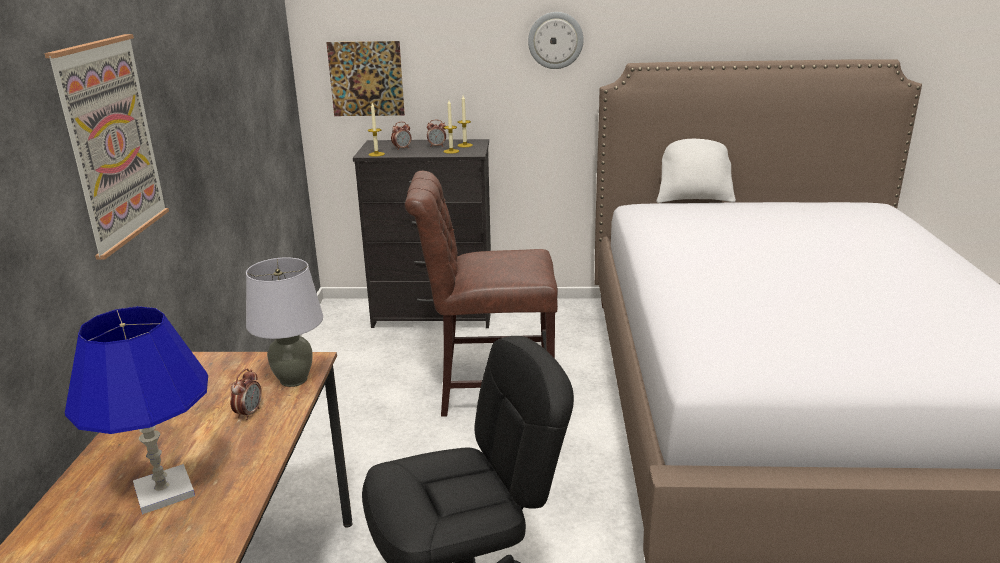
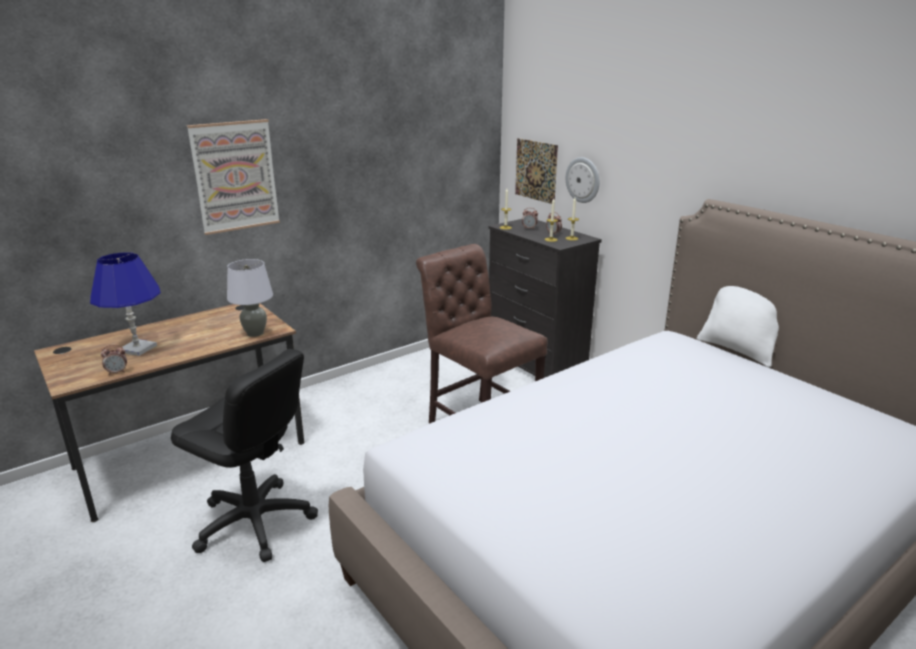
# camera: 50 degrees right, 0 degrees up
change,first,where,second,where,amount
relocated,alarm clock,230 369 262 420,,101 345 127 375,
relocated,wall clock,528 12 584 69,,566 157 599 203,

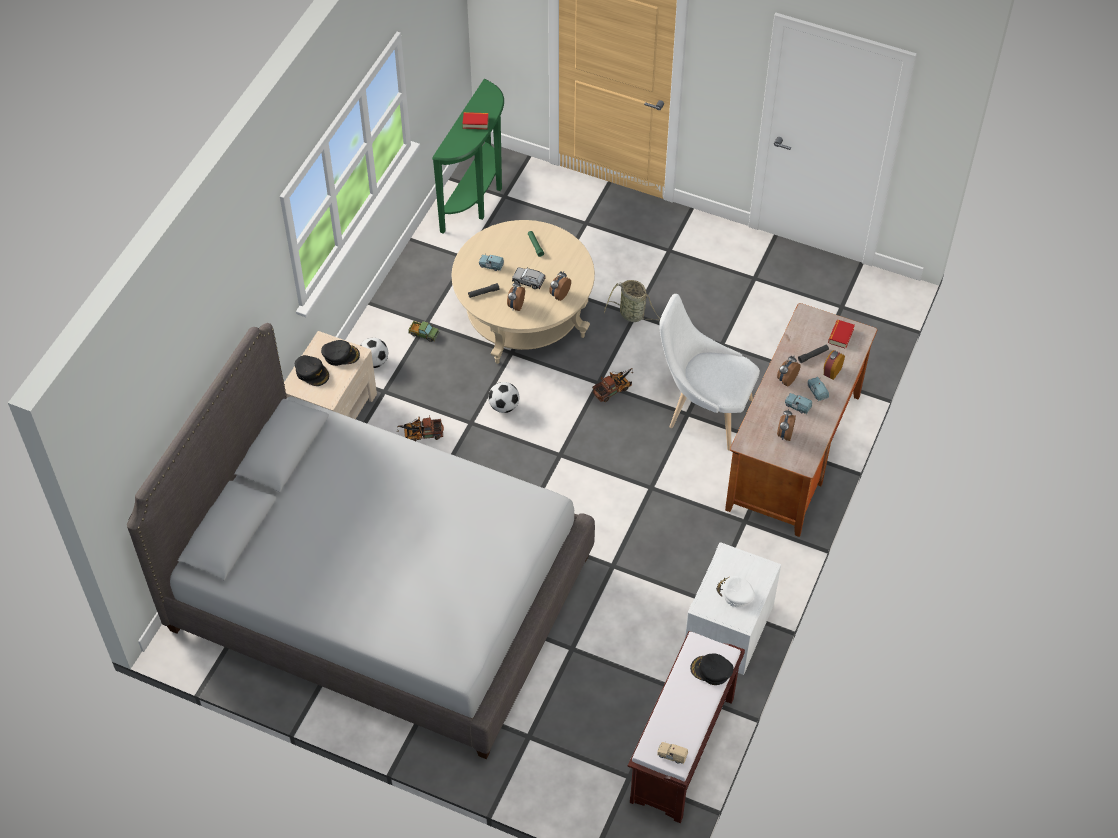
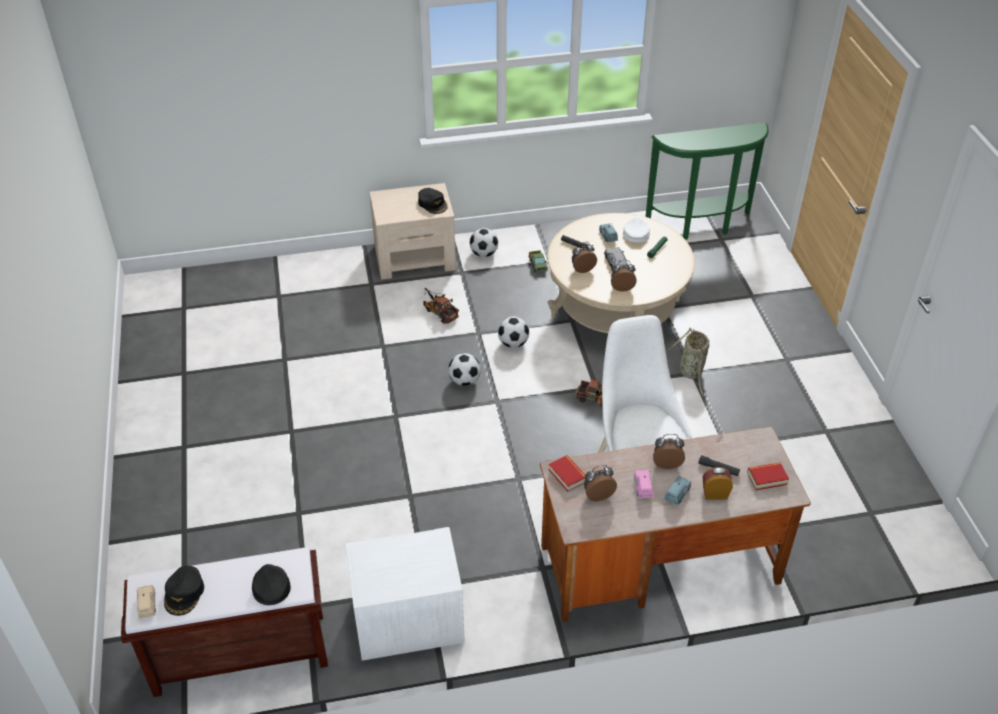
# camera: 55 degrees right, 10 degrees down
change,first,where,second,where,amount
relocated,cap/black,295 355 329 386,,164 566 204 616,
appeared,,,football,448 353 481 386,
relocated,book,463 112 489 129,,549 455 585 492,
relocated,cap/white,716 576 755 607,,623 216 650 243,
colour,toy car/blue,785 393 812 414,toy car/pink,634 470 654 498,
missing,bed/grey,127 323 595 759,,,

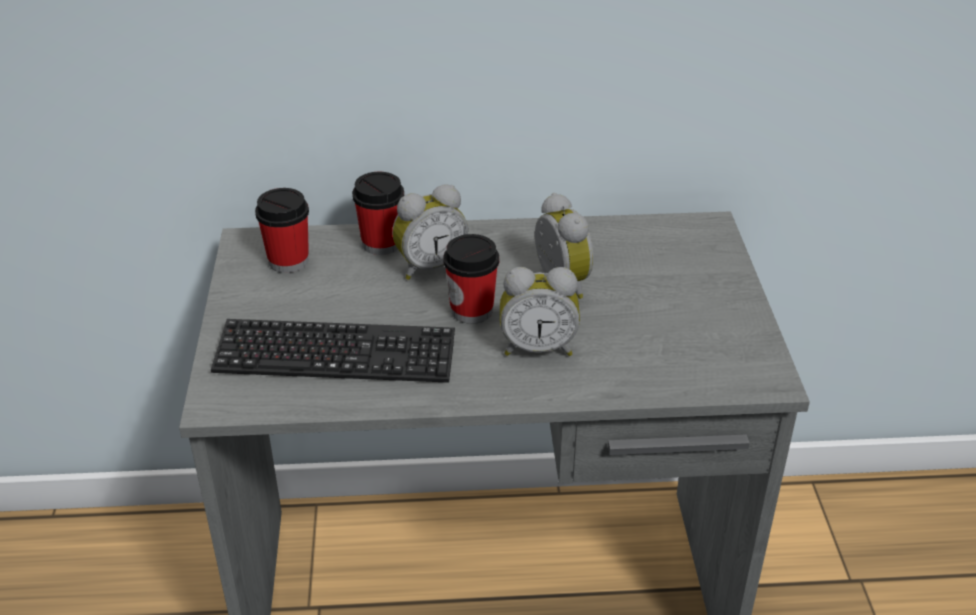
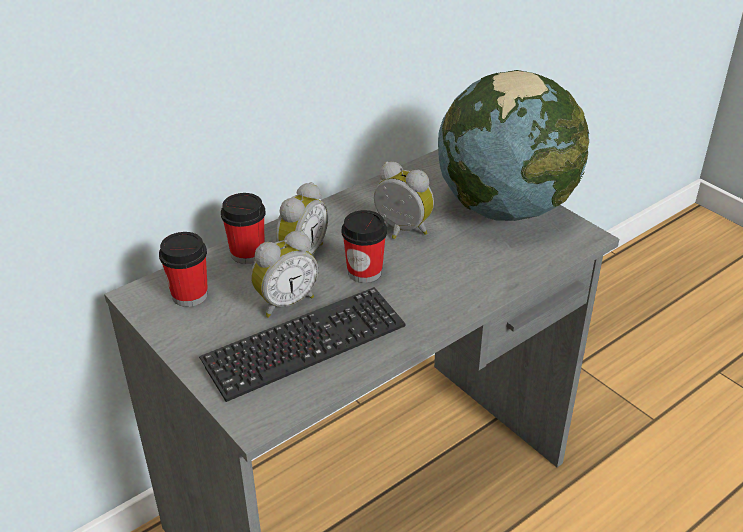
# camera: 35 degrees left, 0 degrees up
change,first,where,second,where,amount
relocated,alarm clock,500 267 580 356,,251 231 318 317,
appeared,,,globe,438 70 589 221,

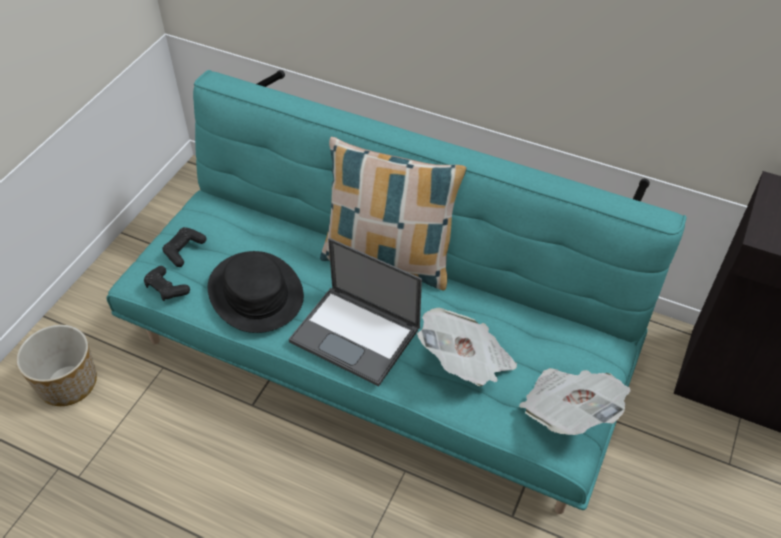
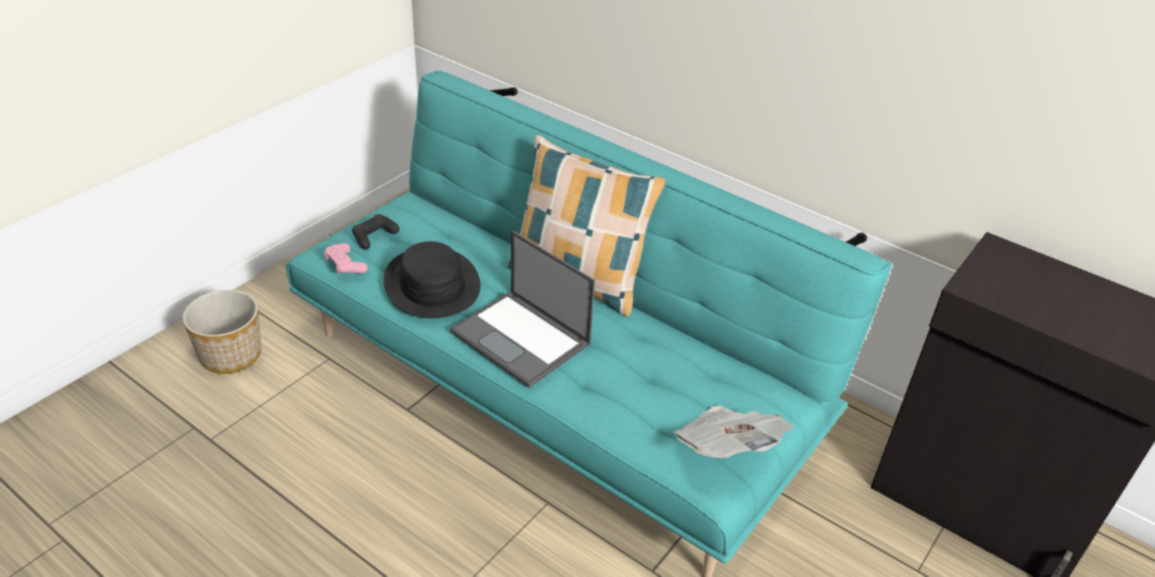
# camera: 10 degrees right, 10 degrees down
change,first,where,second,where,amount
colour,game controller/black,144 266 190 301,game controller/pink,324 243 368 274,
missing,newspaper,417 308 517 386,,,

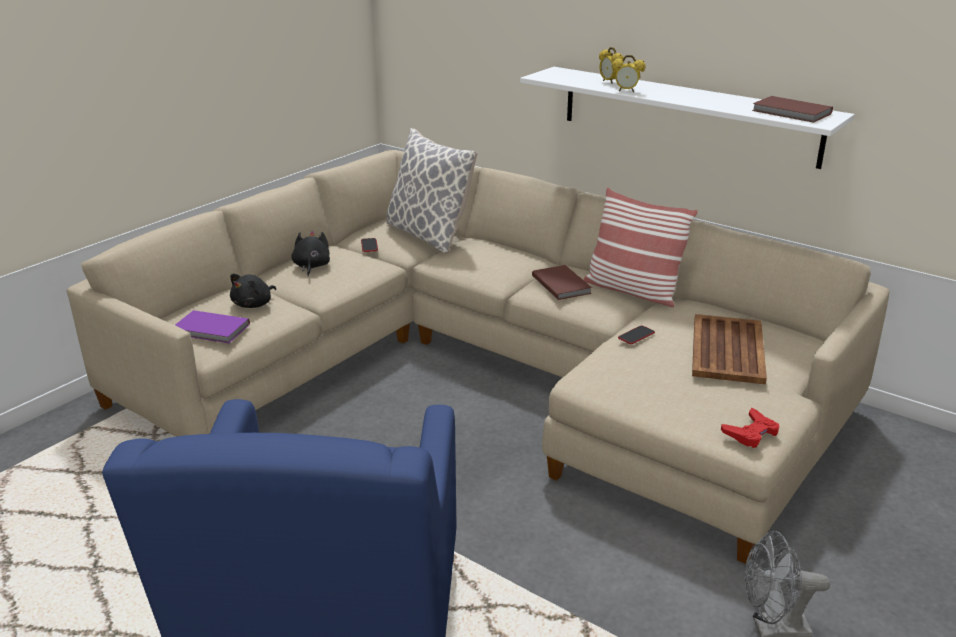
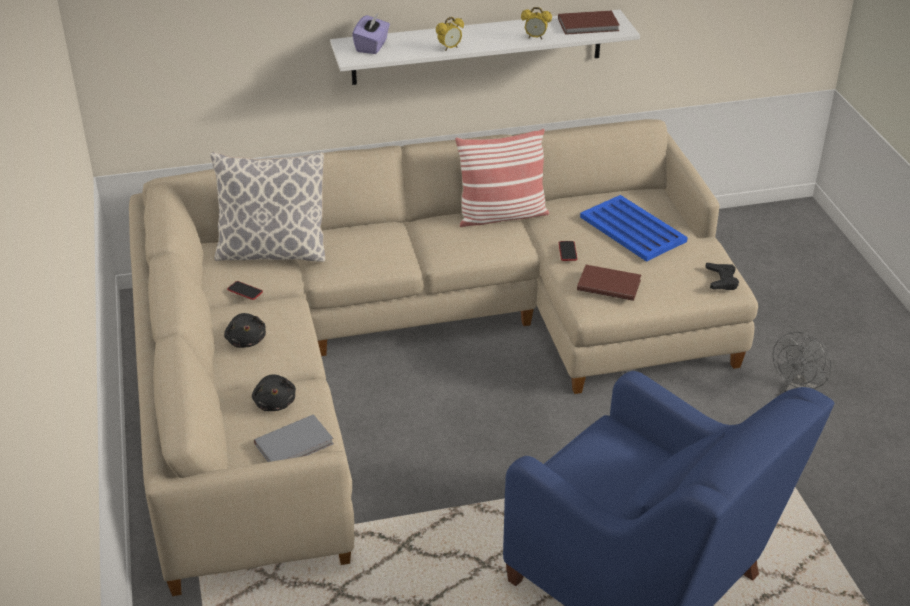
# camera: 50 degrees left, 10 degrees up
change,first,where,second,where,amount
spun,plush toy/black,291 231 330 276,,224 313 266 348,150 degrees counterclockwise
colour,book/purple,175 310 250 343,book/grey,254 414 334 462,
appeared,,,tissue box/purple,352 14 390 54,
relocated,alarm clock,599 47 624 84,,521 7 552 39,
relocated,book/brown,532 265 592 300,,577 265 641 301,
colour,tray/brown,692 314 767 385,tray/blue,580 195 688 262,
colour,game controller/red,721 408 780 448,game controller/black,705 263 739 290,

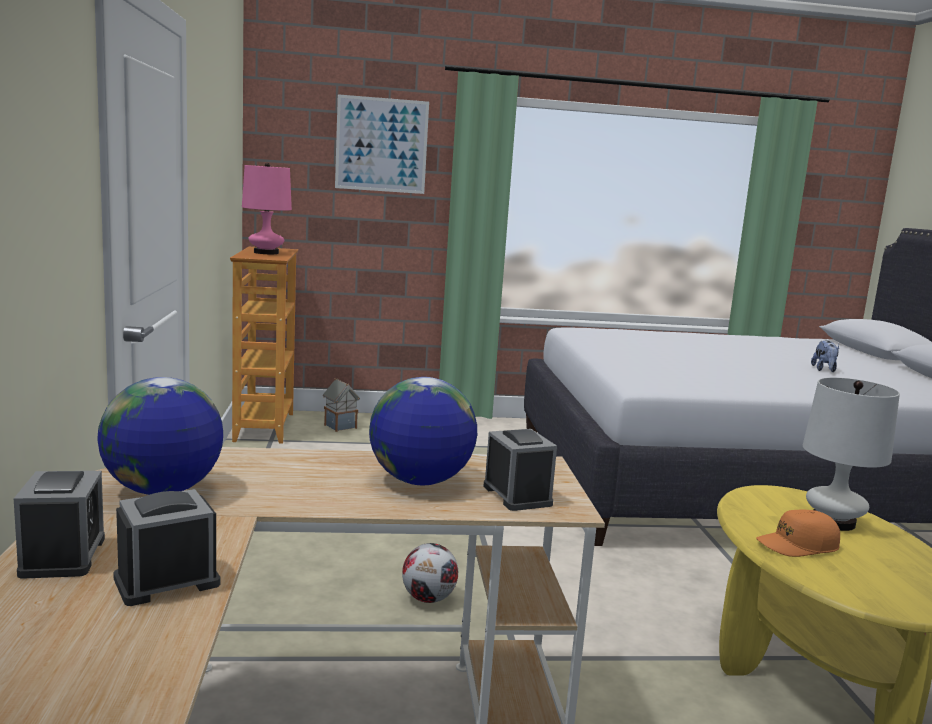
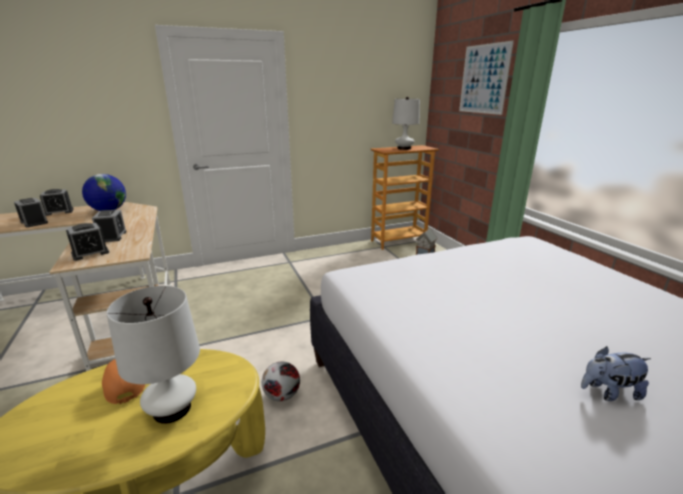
# camera: 75 degrees right, 10 degrees up
change,first,where,second,where,amount
exchanged,globe,369 377 477 485,alarm clock,92 210 126 242,
relocated,football,402 543 458 603,,262 361 300 401,
colour,table lamp/pink,242 163 292 254,table lamp/white,392 97 420 150,

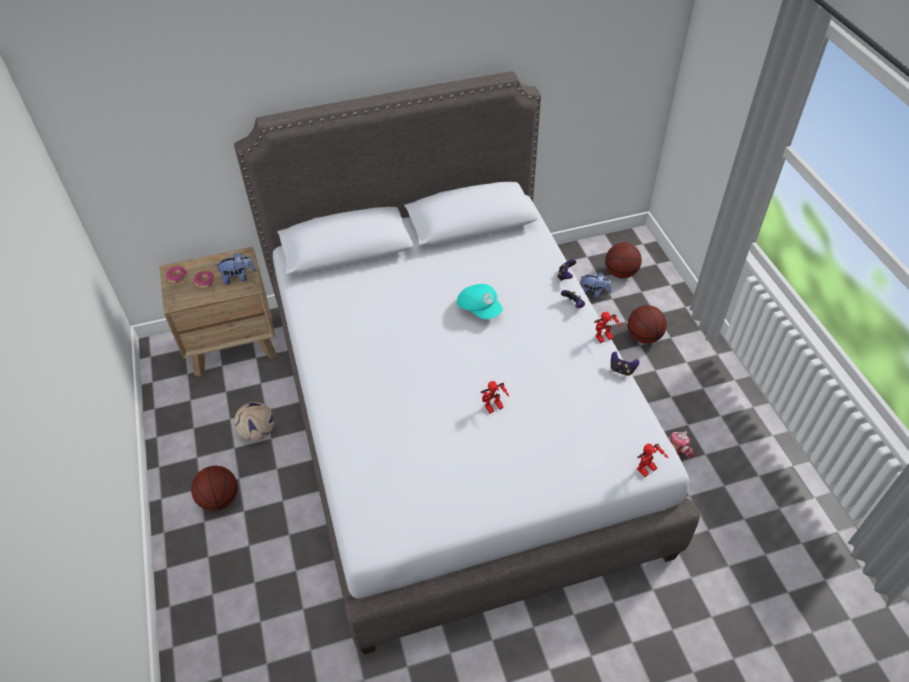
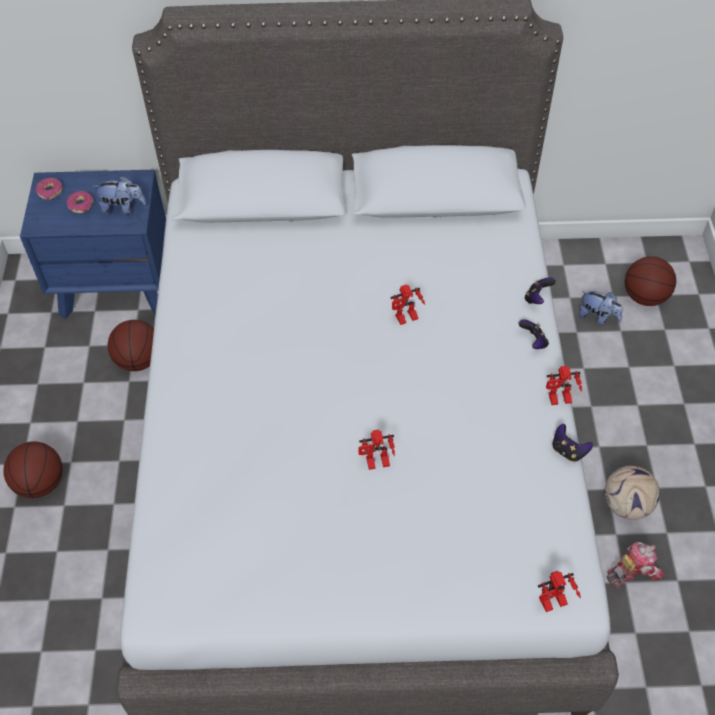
# camera: 15 degrees right, 5 degrees up
change,first,where,second,where,amount
colour,nightstand/brown,159 247 277 376,nightstand/blue,20 170 166 319,
relocated,basketball,627 305 667 344,,108 320 154 371,
exchanged,cap/turquoise,457 284 503 319,toy robot,390 285 425 325,
relocated,football,234 402 274 441,,605 466 660 520,

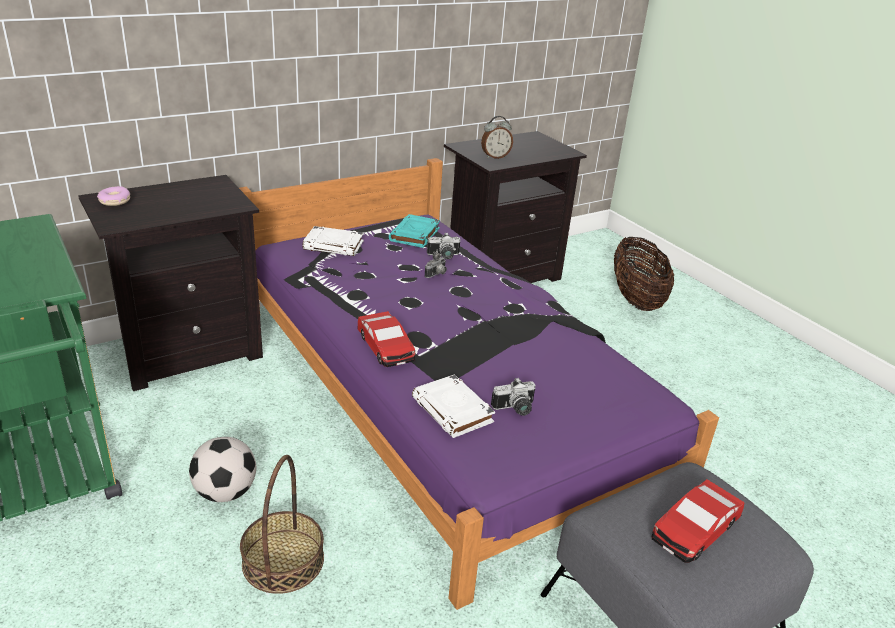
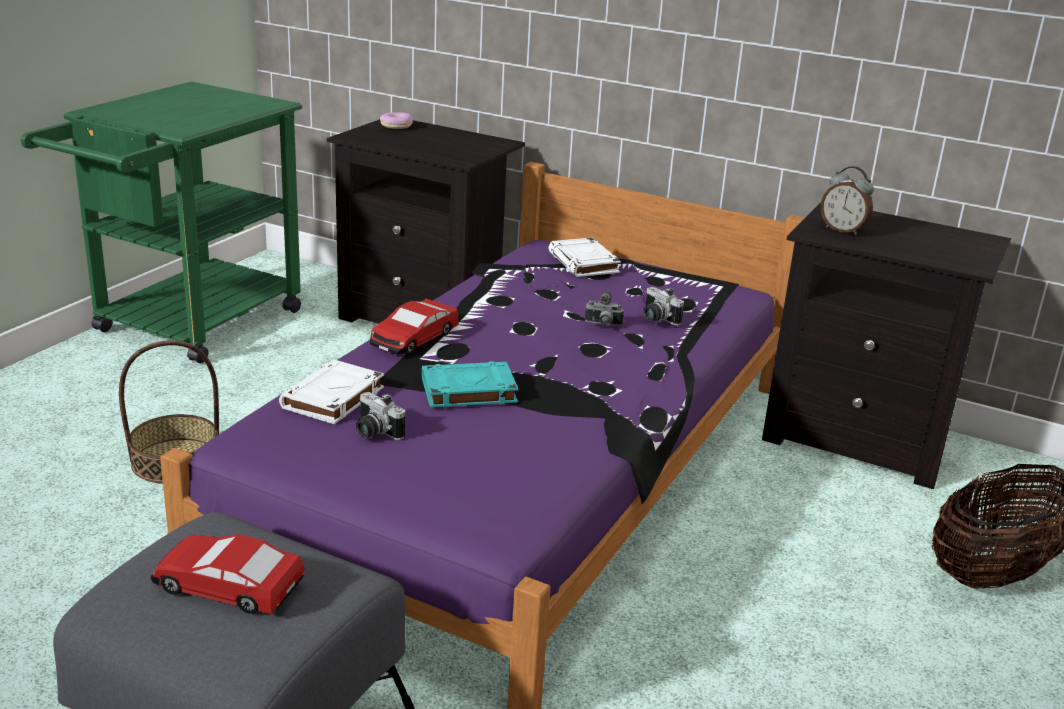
# camera: 60 degrees right, 5 degrees down
change,first,where,second,where,amount
relocated,book/turquoise,389 214 440 248,,422 361 518 408,
missing,football,189 437 256 502,,,

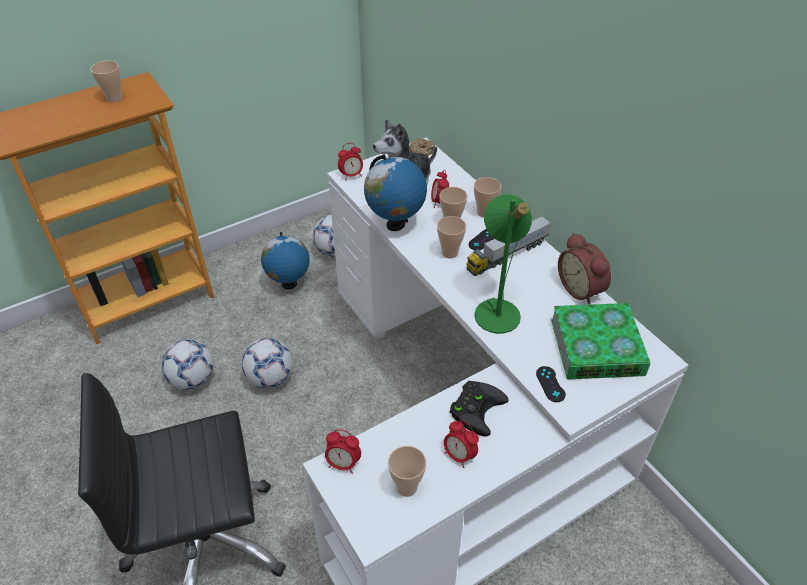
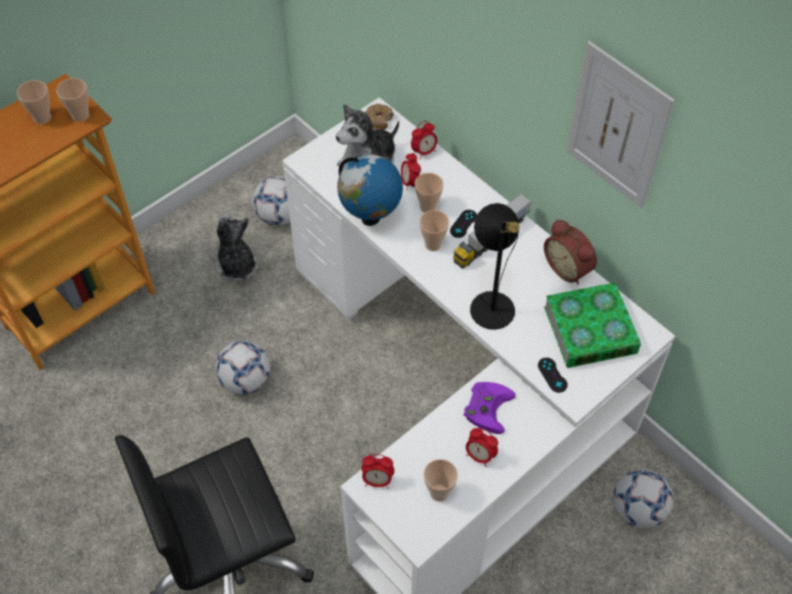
# camera: 10 degrees left, 10 degrees up
change,first,where,second,where,amount
relocated,cup,474 177 501 218,,56 78 89 122,
exchanged,globe,261 232 310 289,plush toy,215 213 258 282,
relocated,alarm clock,338 143 363 181,,411 121 437 159,
colour,game controller/black,450 381 509 437,game controller/purple,464 382 516 434,
colour,table lamp/green,474 194 532 334,table lamp/black,470 203 520 330,
appeared,,,picture,566 41 675 208,
relocated,football,161 339 214 390,,613 469 673 529,

